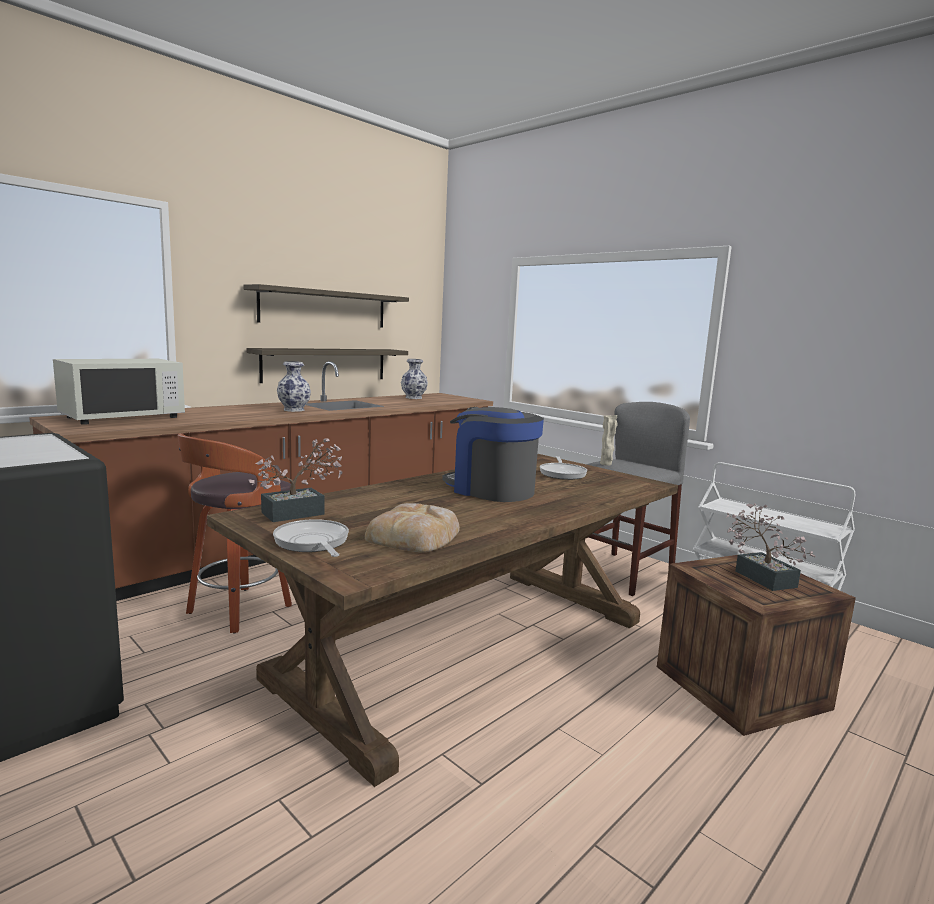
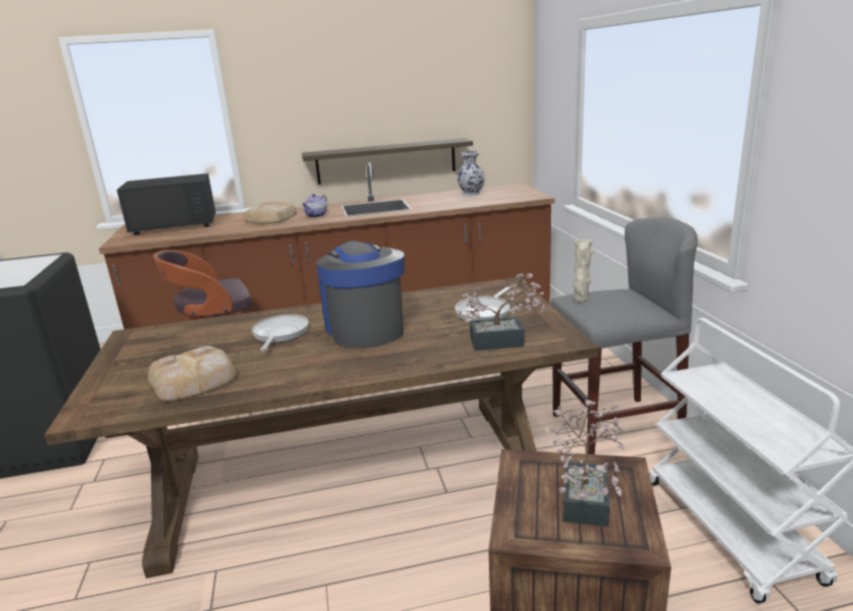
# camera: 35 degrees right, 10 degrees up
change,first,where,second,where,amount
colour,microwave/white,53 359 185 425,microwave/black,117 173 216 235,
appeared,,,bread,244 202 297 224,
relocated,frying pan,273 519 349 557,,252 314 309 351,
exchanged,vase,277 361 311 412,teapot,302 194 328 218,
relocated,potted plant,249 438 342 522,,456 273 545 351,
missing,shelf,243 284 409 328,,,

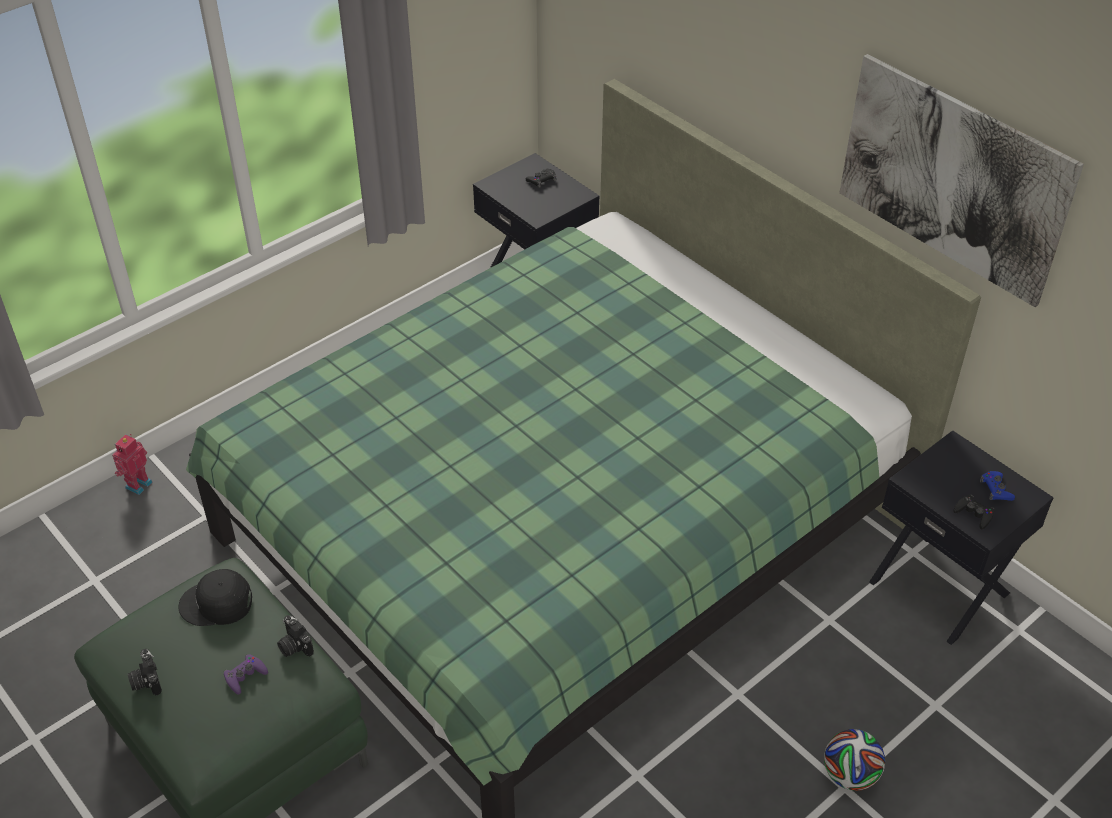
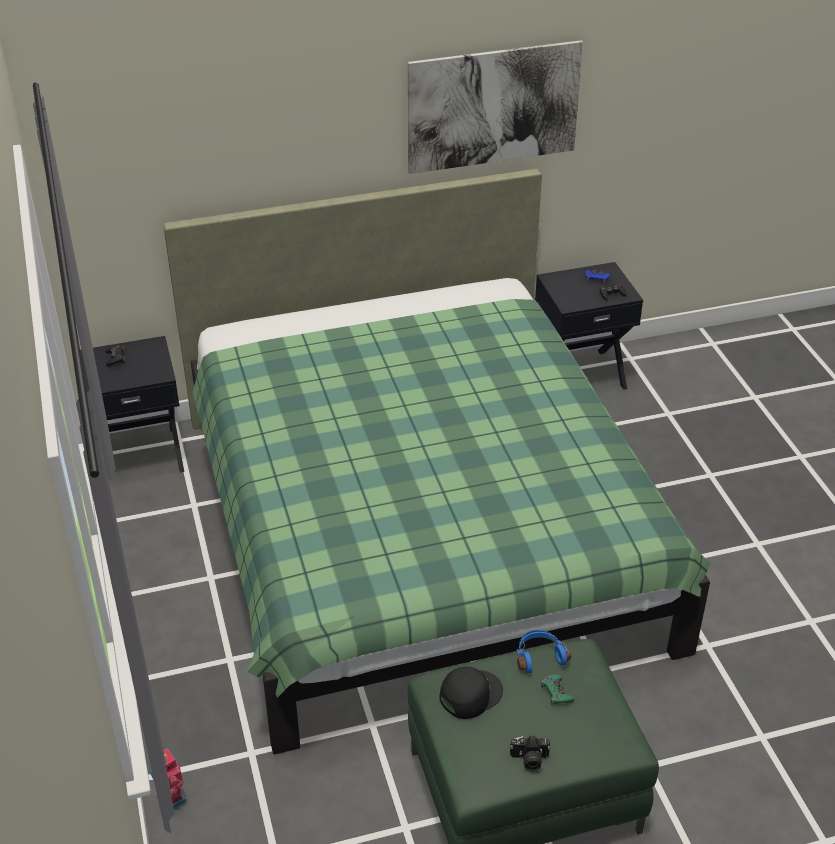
# camera: 65 degrees left, 5 degrees down
change,first,where,second,where,amount
spun,cap/black,178 569 252 626,,439 667 503 719,150 degrees counterclockwise
exchanged,photo camera,277 615 314 657,headphones/blue,517 630 571 674,
colour,game controller/purple,223 654 268 695,game controller/green,541 675 574 705,
missing,football,824 729 885 791,,,

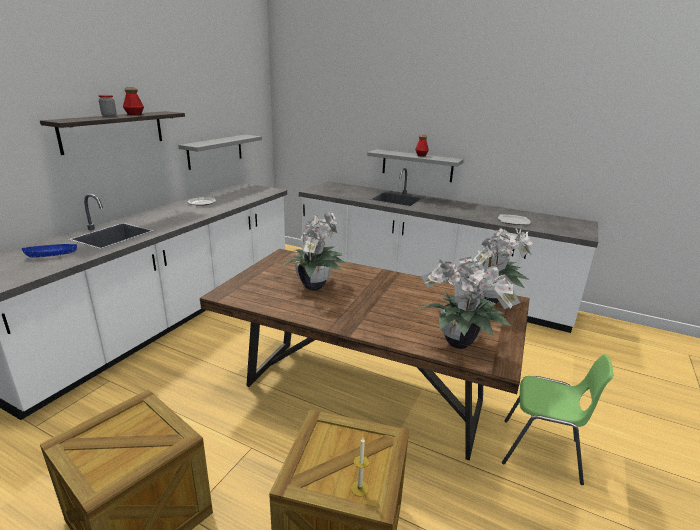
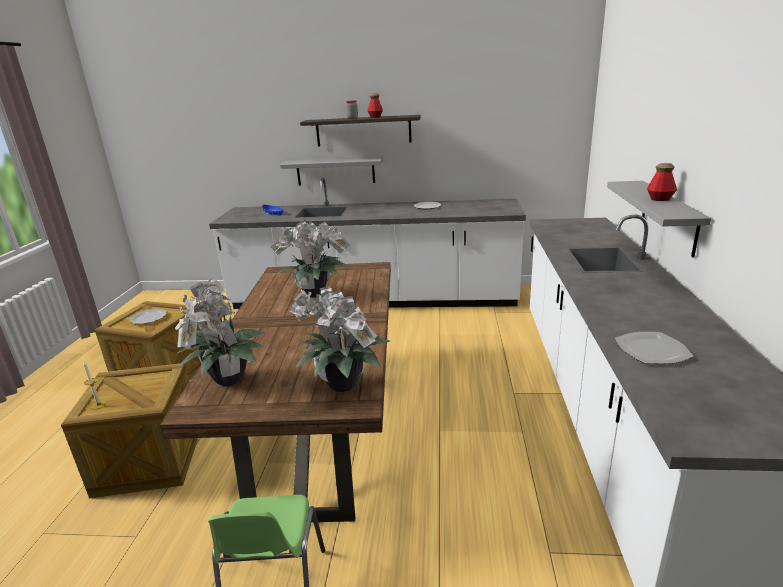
# camera: 70 degrees right, 0 degrees up
change,first,where,second,where,amount
appeared,,,plate,130 308 167 324,
relocated,shelf/grey,178 135 262 170,,280 157 383 185,

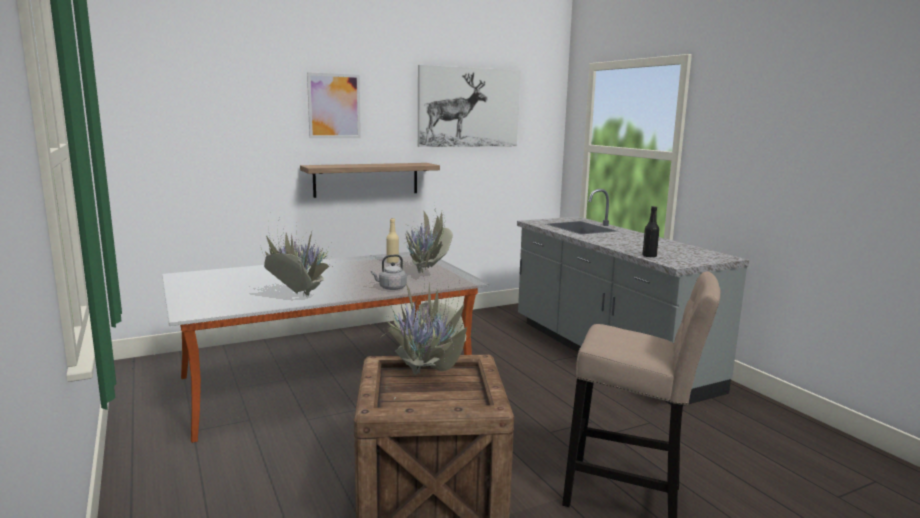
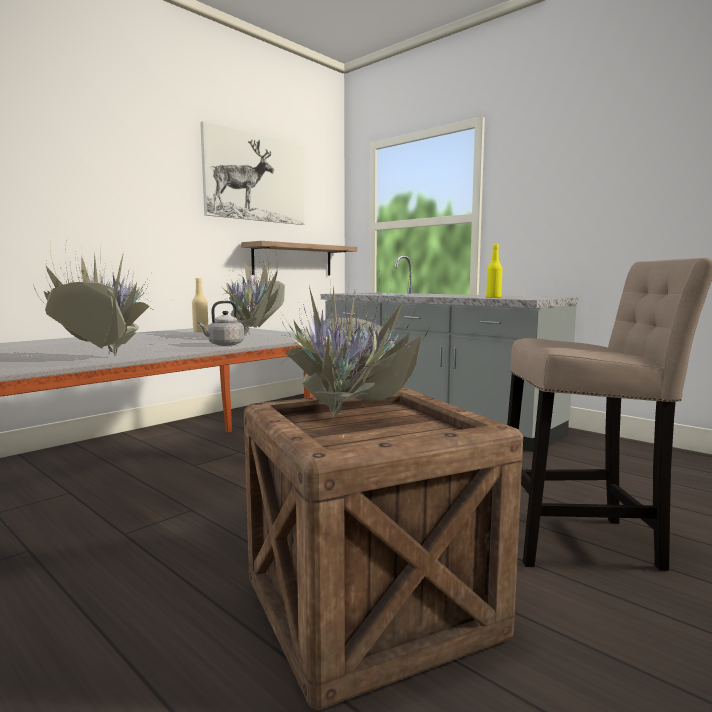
# camera: 20 degrees left, 5 degrees down
change,first,where,second,where,amount
relocated,shelf,300 163 440 198,,241 241 357 275,
colour,bottle/black,642 206 659 258,bottle/yellow,486 244 502 298,
missing,picture,307 72 361 138,,,

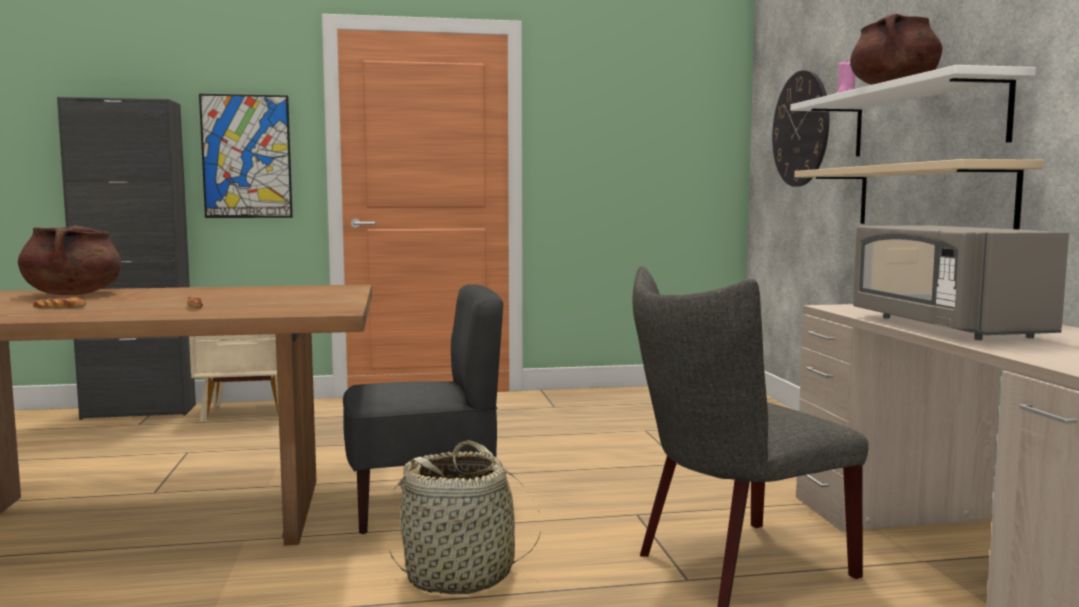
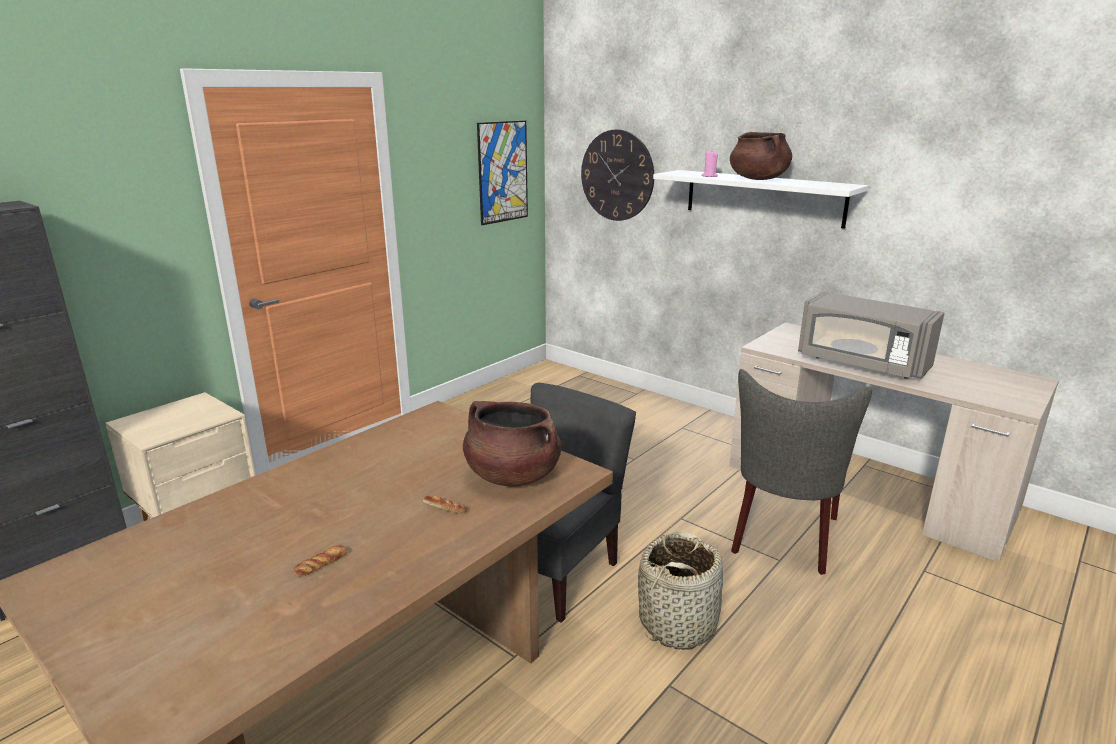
# camera: 40 degrees left, 15 degrees up
change,first,where,second,where,amount
relocated,cooking pot/brown,18 225 122 295,,463 401 562 486,
relocated,picture,199 94 293 218,,477 121 528 225,
missing,shelf/beige,794 159 1044 230,,,

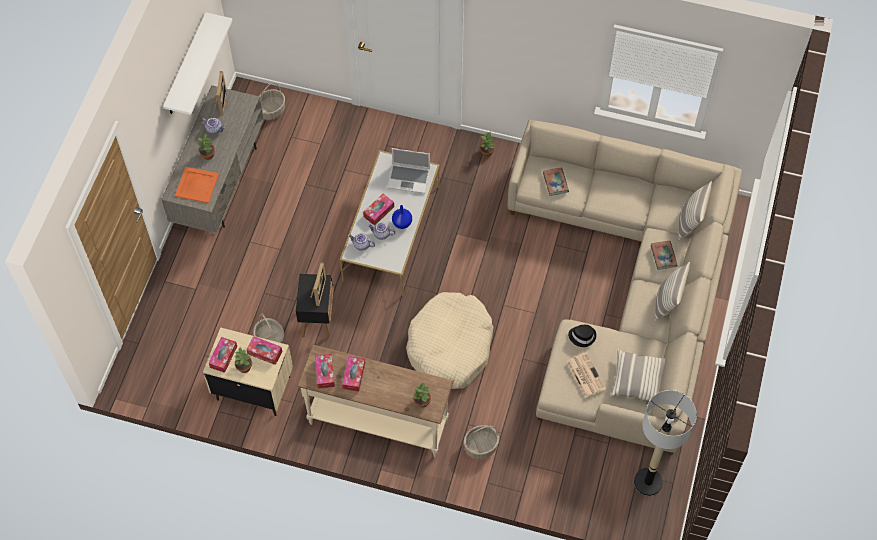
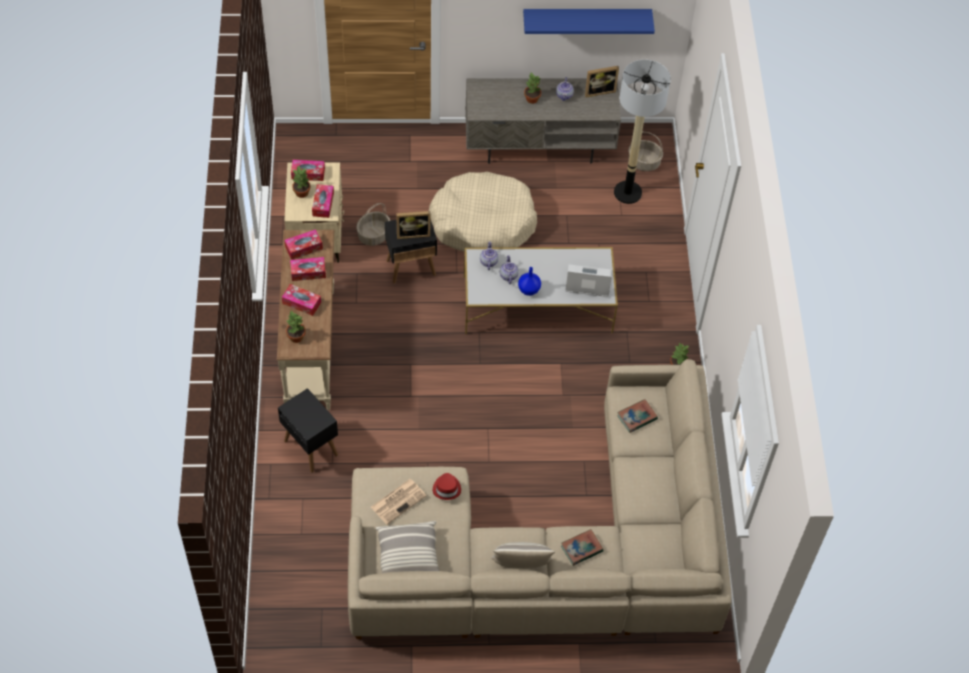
# camera: 70 degrees right, 5 degrees down
change,first,where,second,where,amount
exchanged,basket,464 425 499 459,side table/black,278 388 338 473,
relocated,tissue box,363 194 394 226,,282 284 321 316,
relocated,dog bed/beige,406 292 494 389,,429 172 537 252,
colour,hat/black,568 325 596 347,hat/red,433 473 461 500,
colour,shelf/white,163 12 232 115,shelf/blue,523 9 655 34,
spun,laptop,387 148 430 194,,565 264 612 297,105 degrees clockwise
relocated,floor lamp,634 390 697 496,,614 60 671 204,
missing,tray/orange,175 167 219 203,,,
missing,pillow,678 181 712 241,,,

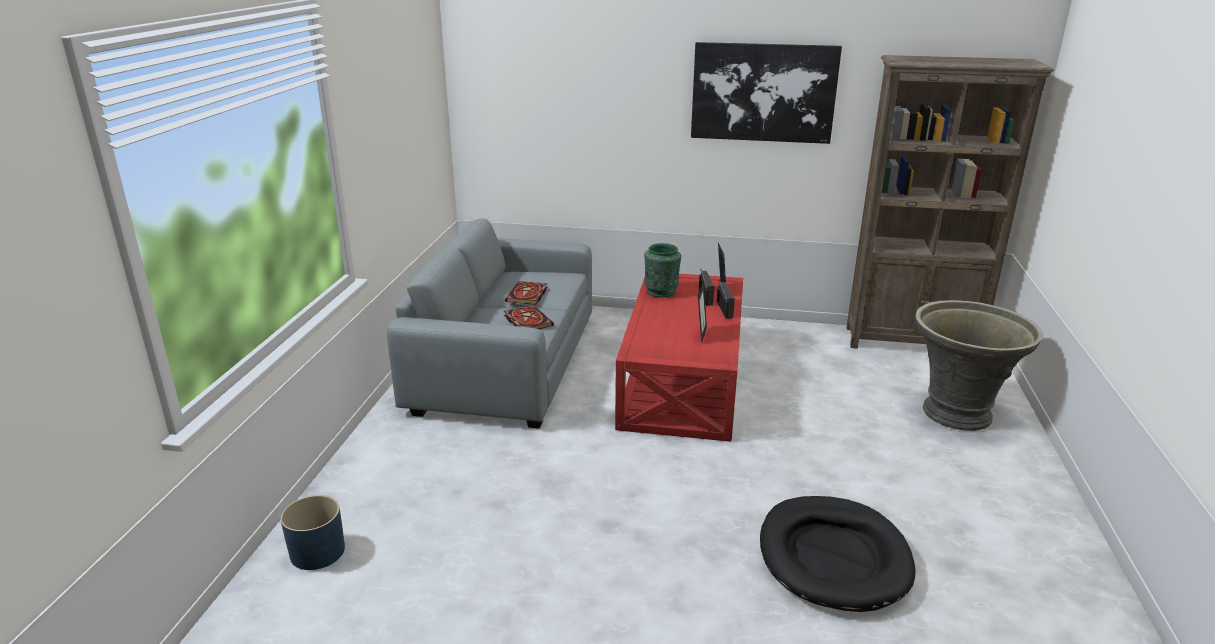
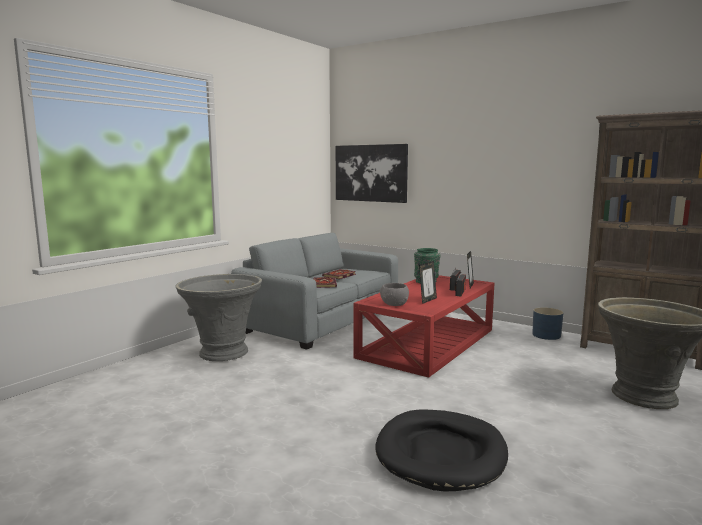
# camera: 25 degrees right, 15 degrees down
change,first,where,second,where,amount
appeared,,,planter/grey,175 274 262 361,
relocated,picture,691 42 842 144,,336 144 408 203,
appeared,,,bowl/grey,379 283 409 306,
relocated,planter/blue,281 495 345 570,,532 307 563 340,

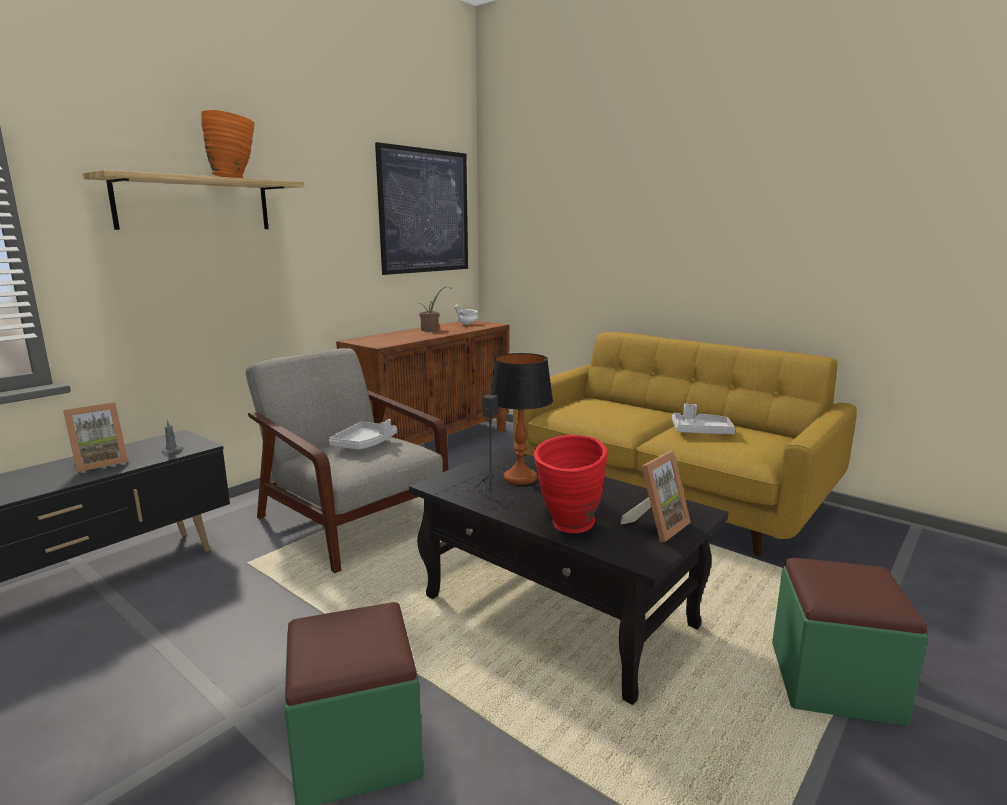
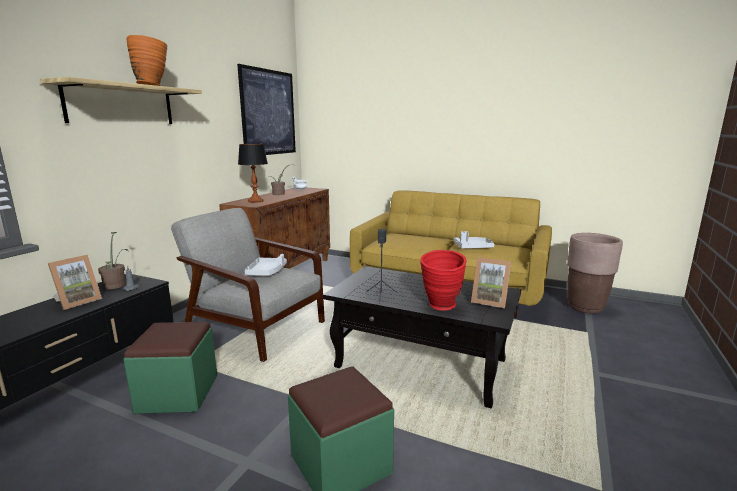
# camera: 15 degrees left, 0 degrees up
change,first,where,second,where,amount
appeared,,,potted plant,98 232 128 289,
relocated,ottoman/green,772 558 928 726,,123 322 217 414,
relocated,table lamp,490 353 553 485,,238 144 268 203,
spun,picture frame,620 451 691 542,,471 257 511 308,90 degrees clockwise
appeared,,,planter/brown,567 233 623 313,

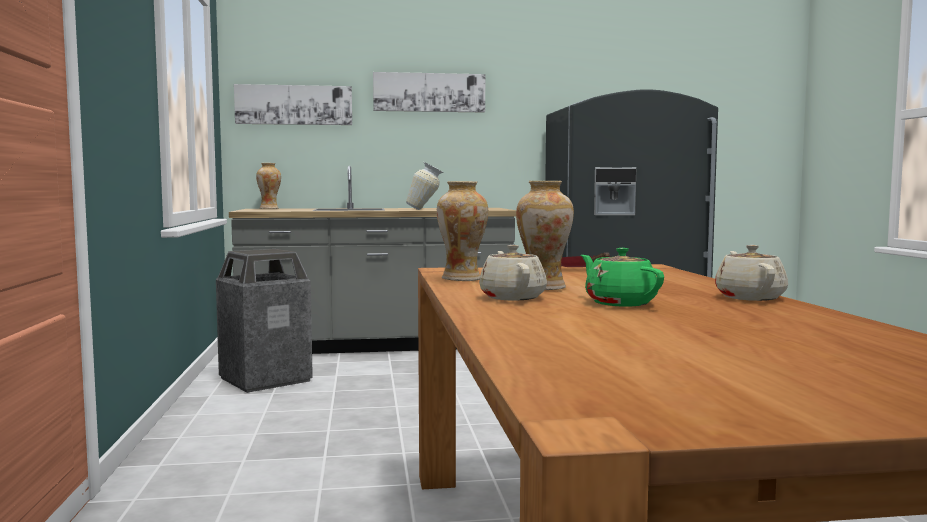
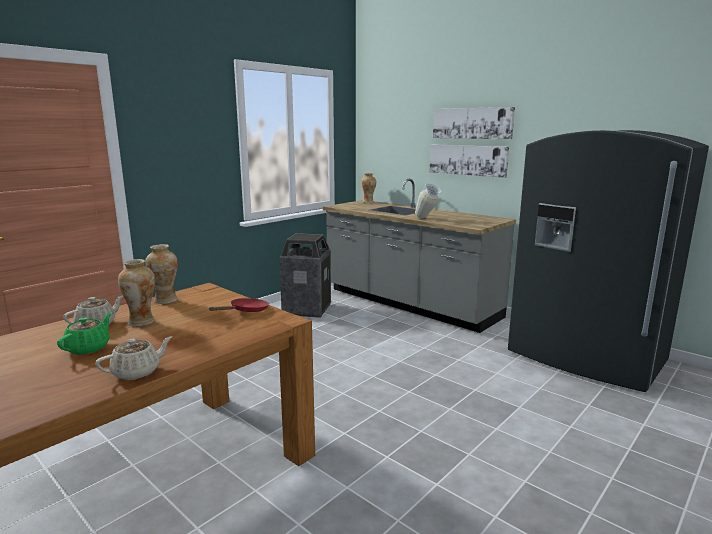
# camera: 50 degrees right, 10 degrees up
change,first,where,second,where,amount
relocated,picture,234 84 352 125,,430 145 509 178,

